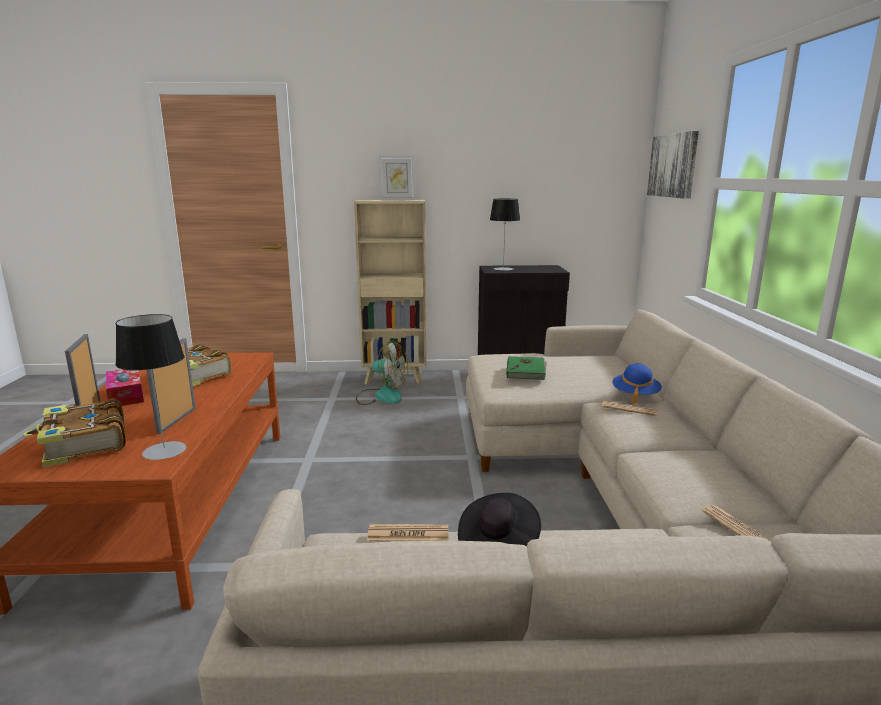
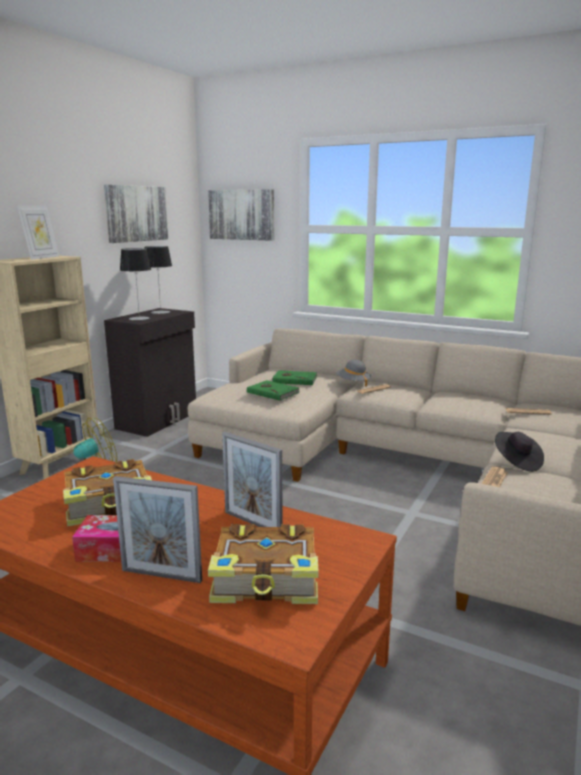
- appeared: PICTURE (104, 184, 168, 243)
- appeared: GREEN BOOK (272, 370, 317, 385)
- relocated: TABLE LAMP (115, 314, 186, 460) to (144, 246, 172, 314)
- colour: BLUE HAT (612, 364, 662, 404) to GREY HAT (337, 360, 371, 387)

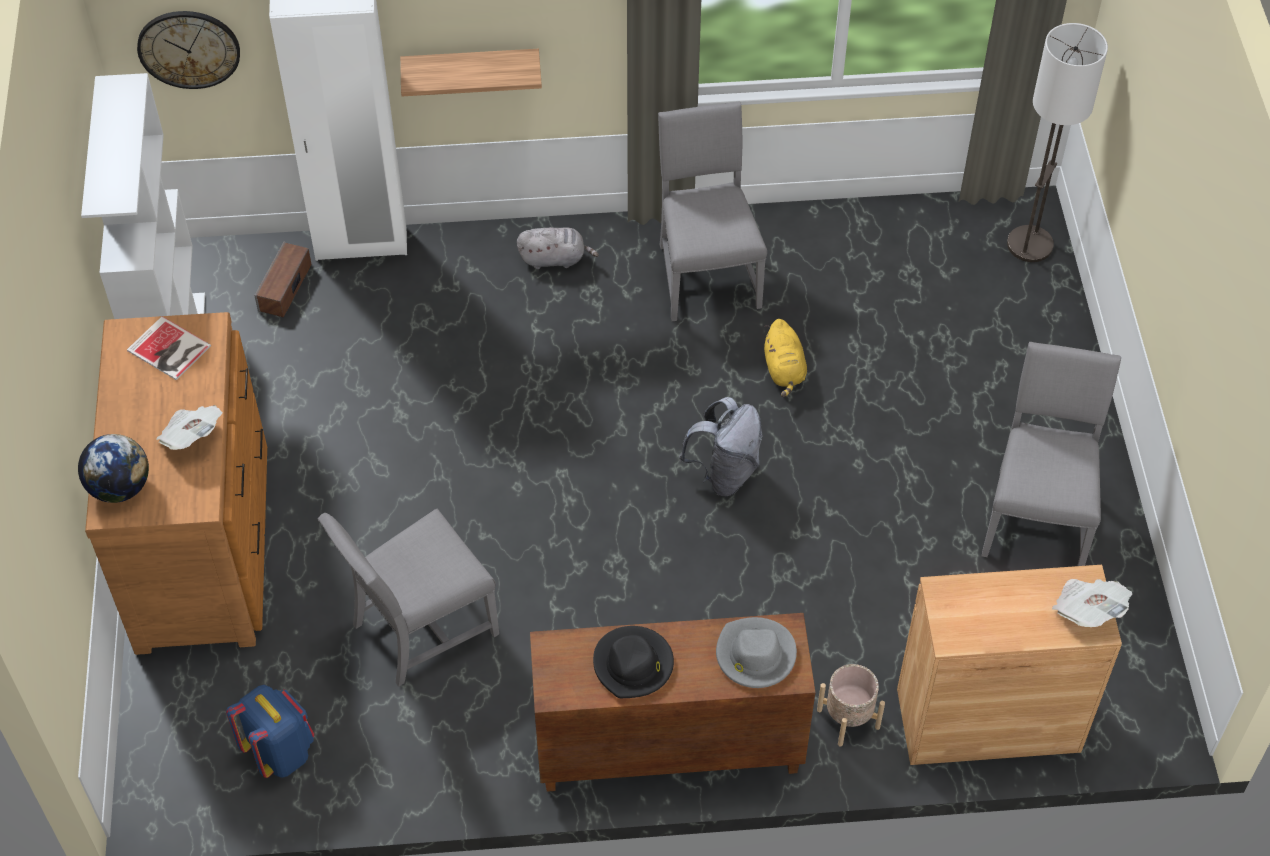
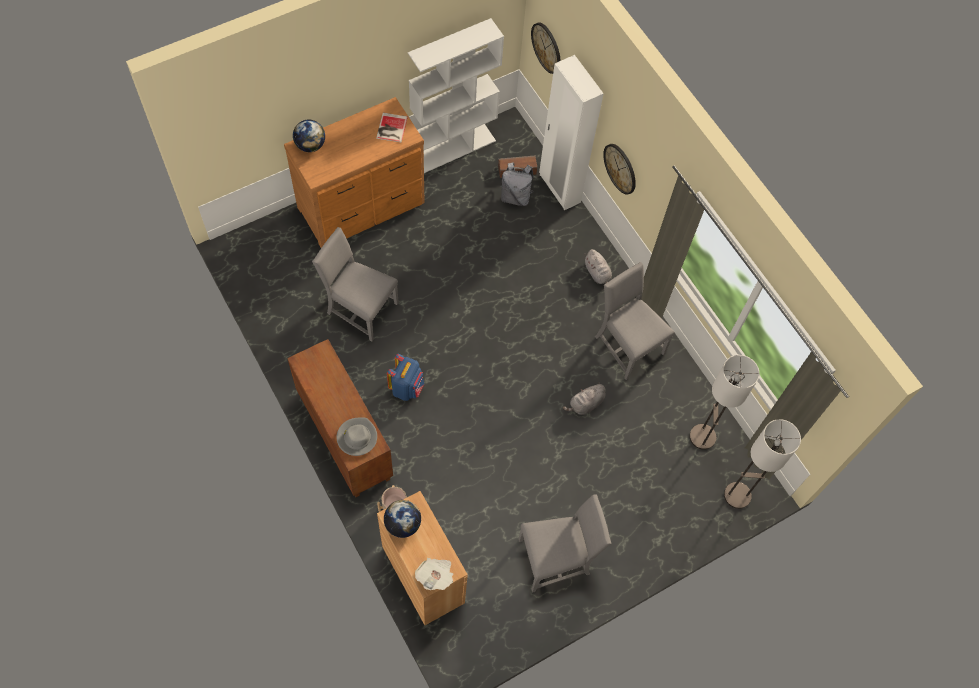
- missing: NEWSPAPER (156, 405, 223, 450)
- missing: BLACK HAT (593, 626, 674, 698)
- appeared: GLOBE (384, 500, 421, 538)
- appeared: FLOOR LAMP (689, 355, 759, 450)
- relocated: BLUE BACKPACK (226, 685, 314, 778) to (387, 354, 424, 401)
- relocated: GREY BACKPACK (679, 397, 762, 497) to (500, 162, 534, 206)
- exchanged: SHELF (400, 49, 542, 96) to WALL CLOCK (603, 144, 636, 195)
- colour: YELLOW PLUSH TOY (764, 319, 807, 397) to GREY PLUSH TOY (562, 382, 605, 415)
- spun: GREY CHAIR (658, 101, 767, 321) = (595, 262, 675, 380) 90 degrees counterclockwise

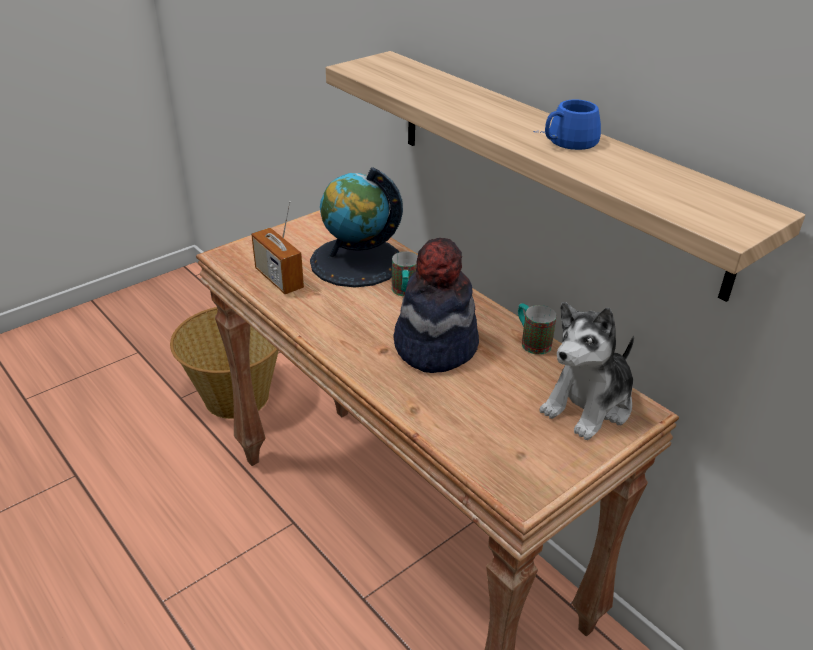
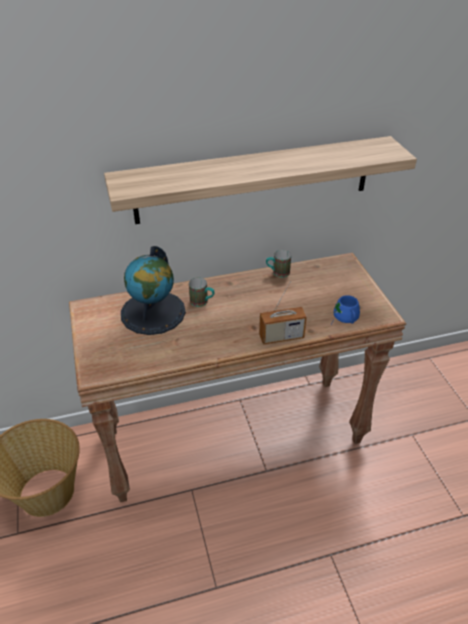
- missing: HAT (394, 238, 479, 373)
- missing: PLUSH TOY (539, 302, 634, 440)
- relocated: RADIO (251, 201, 304, 294) to (259, 281, 307, 345)
- relocated: BLUE MUG (535, 99, 601, 150) to (331, 295, 360, 324)

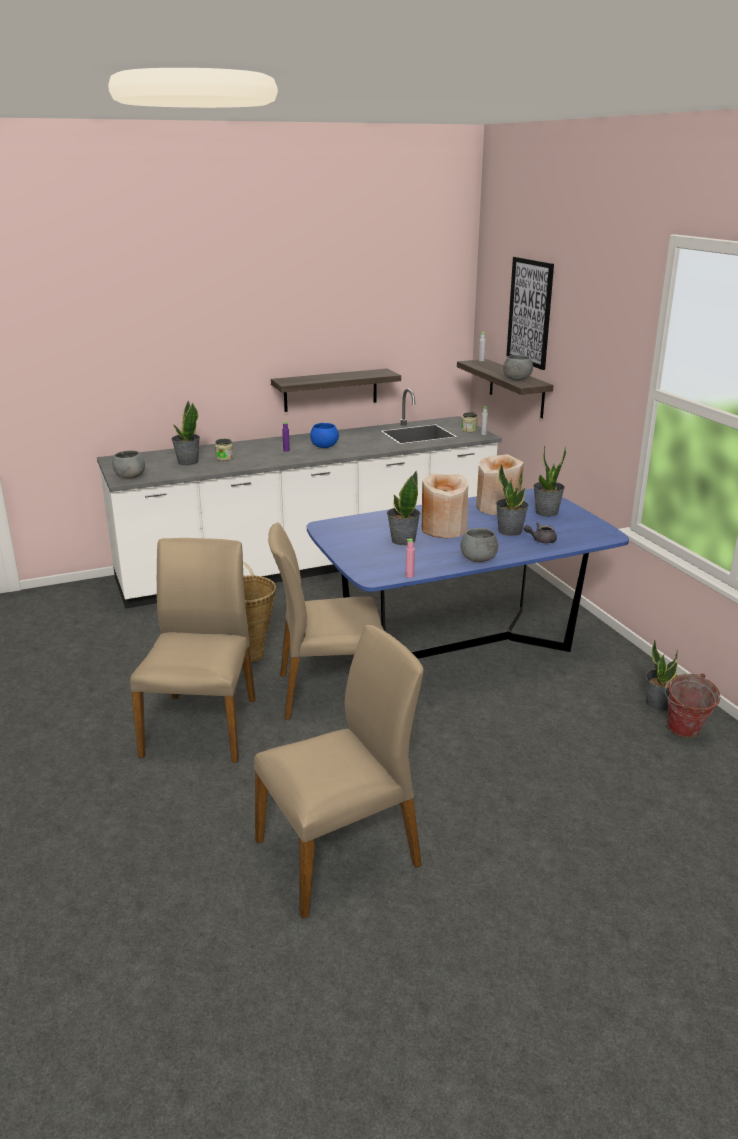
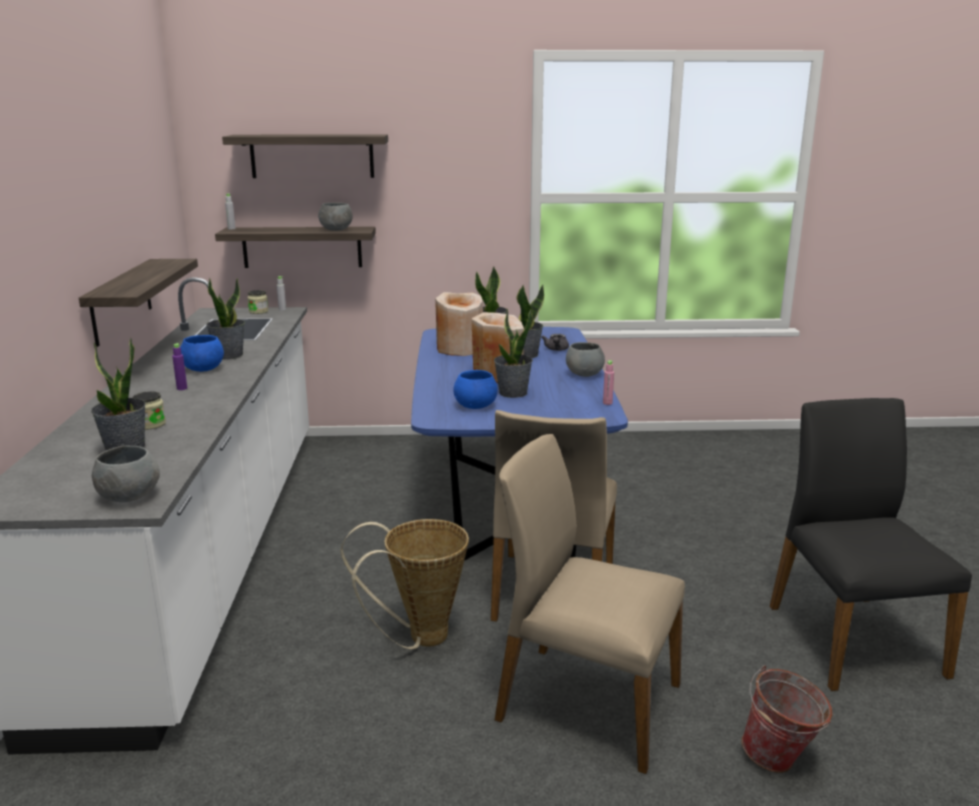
- appeared: BLUE BOWL (454, 370, 497, 409)
- relocated: POTTED PLANT (645, 639, 678, 711) to (206, 278, 245, 360)
- relocated: BUCKET (664, 673, 721, 738) to (741, 665, 832, 773)
- exchanged: PICTURE (506, 257, 554, 370) to SHELF (222, 134, 388, 178)
- colour: BEIGE CHAIR (254, 625, 423, 919) to BLACK CHAIR (770, 398, 972, 691)

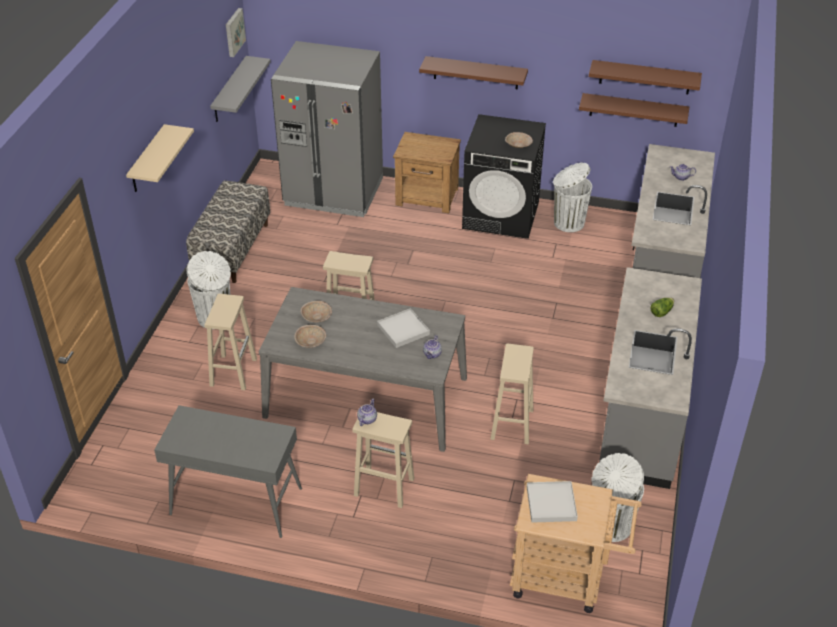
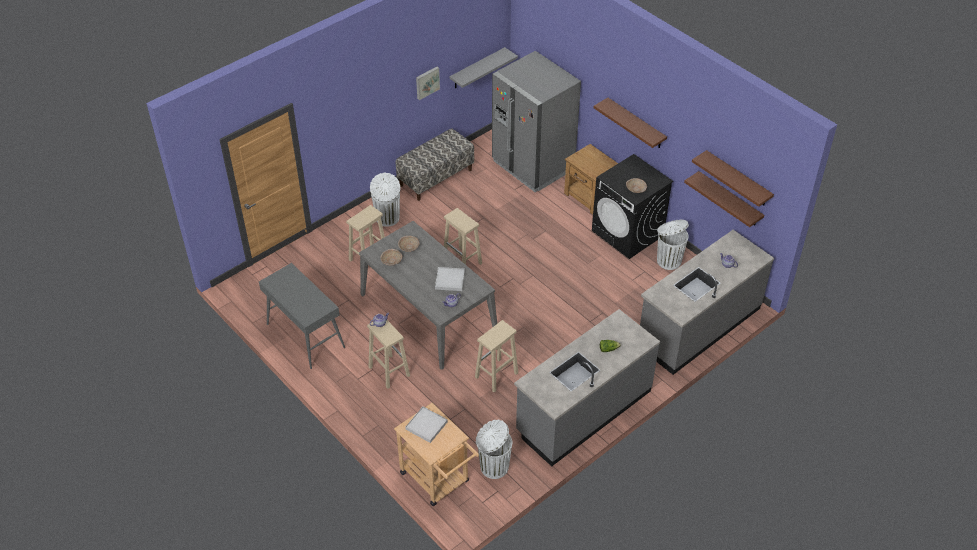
- missing: BEIGE SHELF (126, 124, 194, 192)
- relocated: PICTURE (226, 8, 246, 57) to (416, 67, 440, 100)

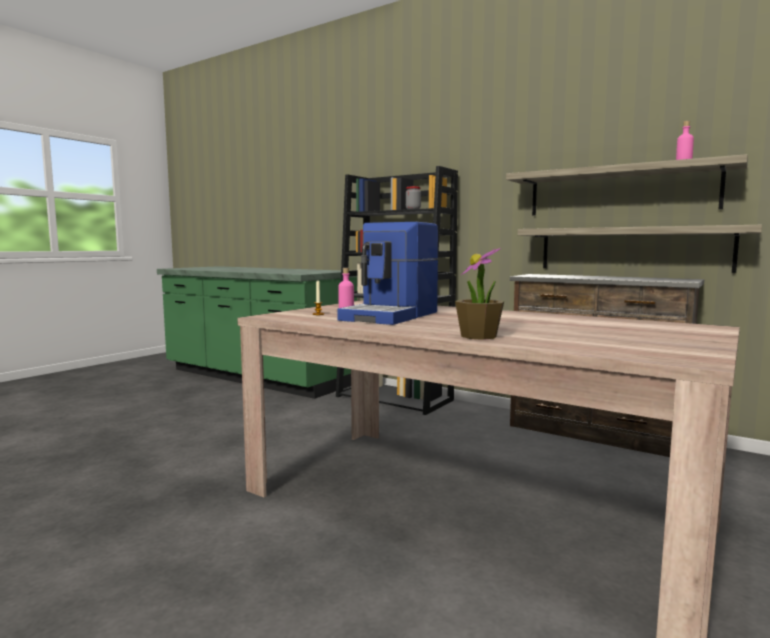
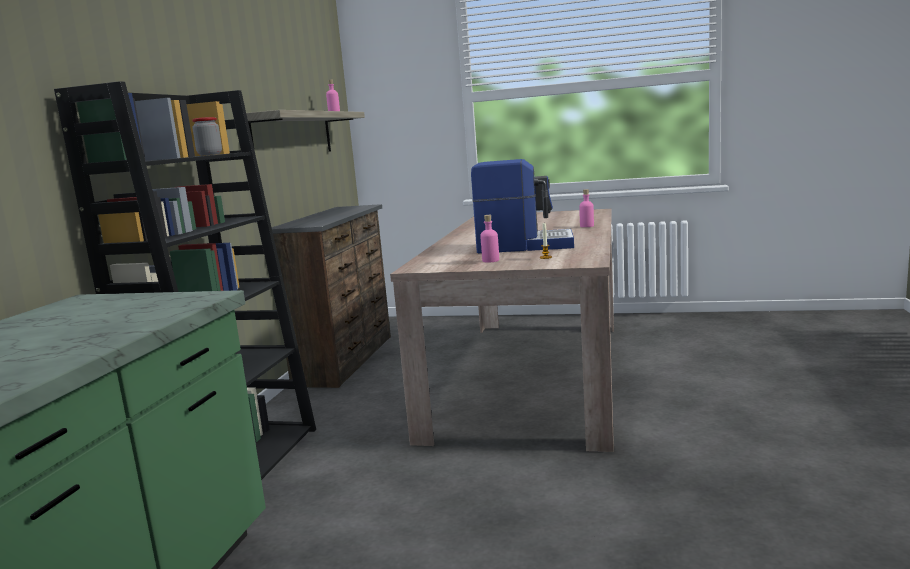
- missing: SHELF (517, 225, 762, 273)
- exchanged: POTTED PLANT (455, 247, 504, 340) to PINK BOTTLE (579, 189, 594, 227)

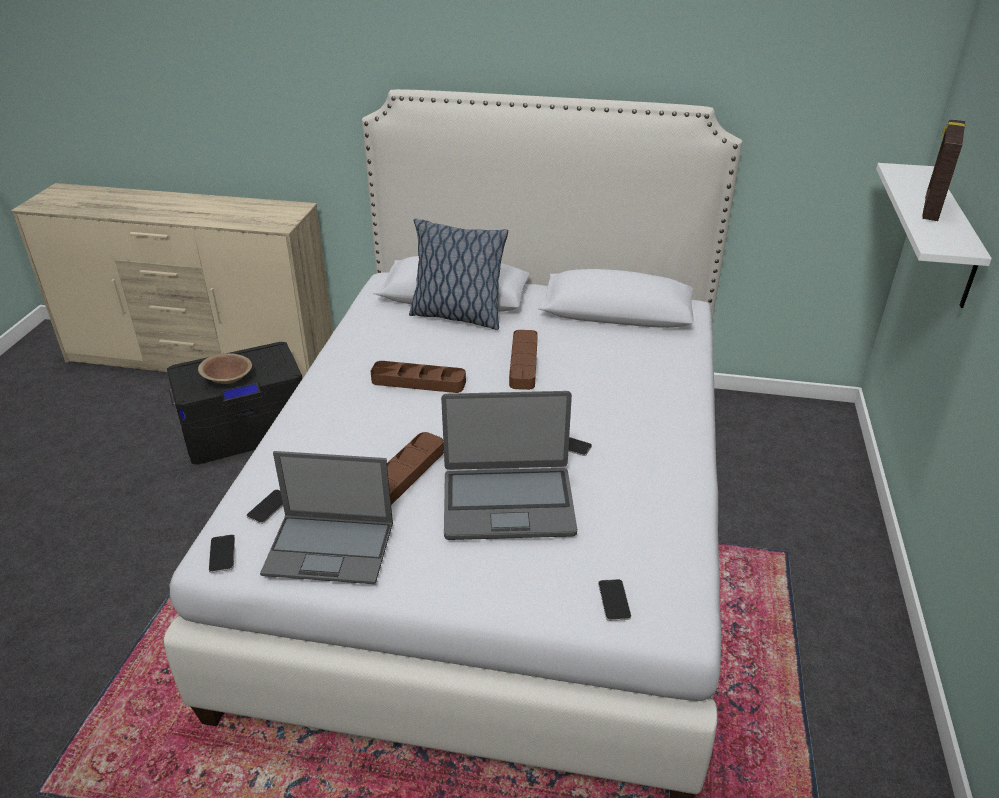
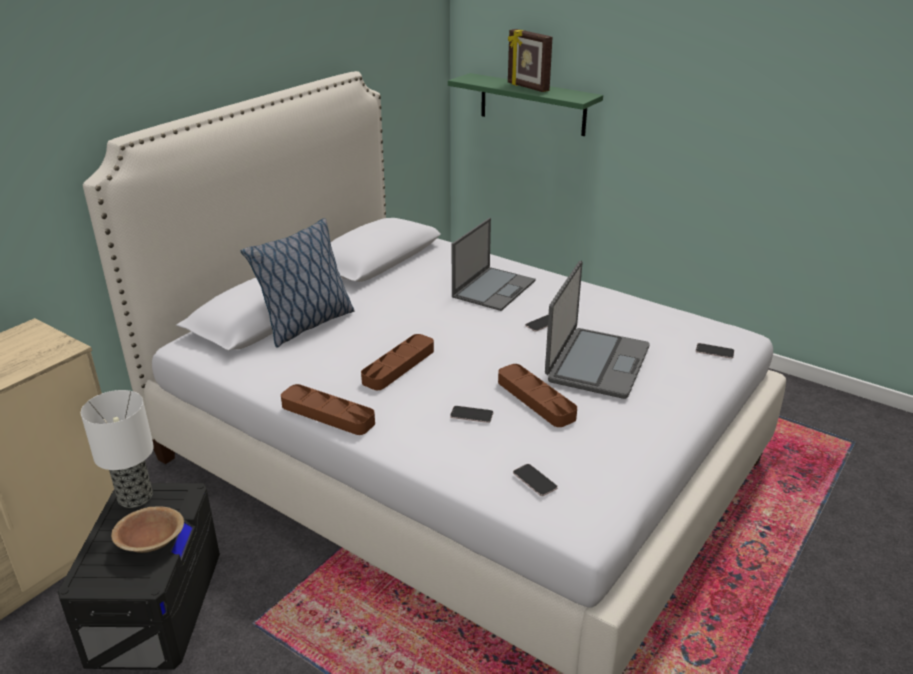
- appeared: TABLE LAMP (81, 390, 154, 508)
- relocated: PHONE (209, 534, 235, 573) to (450, 406, 493, 423)
- relocated: LAPTOP (260, 451, 393, 584) to (452, 218, 536, 311)
- relocated: BROWN TRAY (509, 330, 538, 390) to (281, 384, 375, 435)
- colour: WHITE SHELF (876, 163, 992, 308) to GREEN SHELF (448, 73, 603, 136)

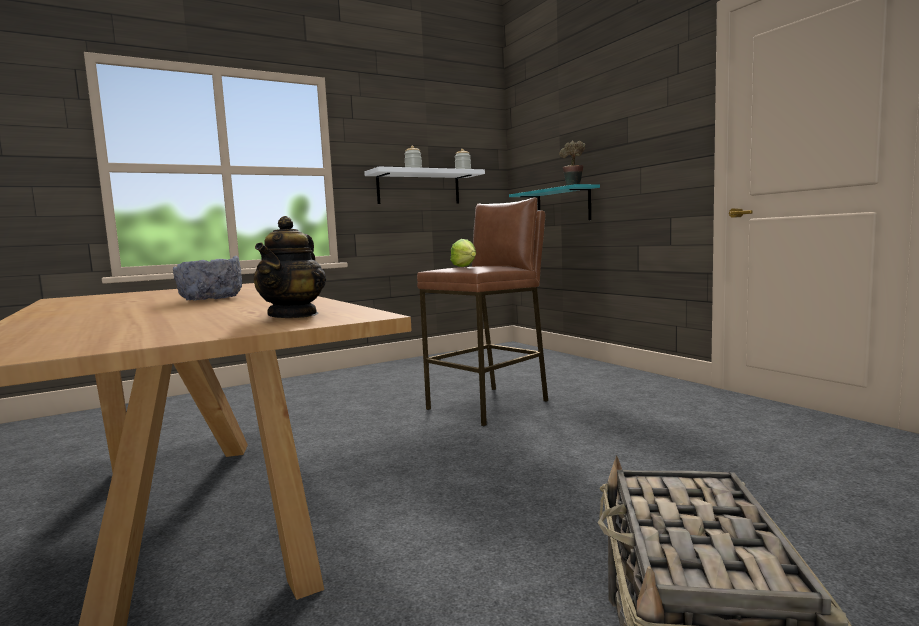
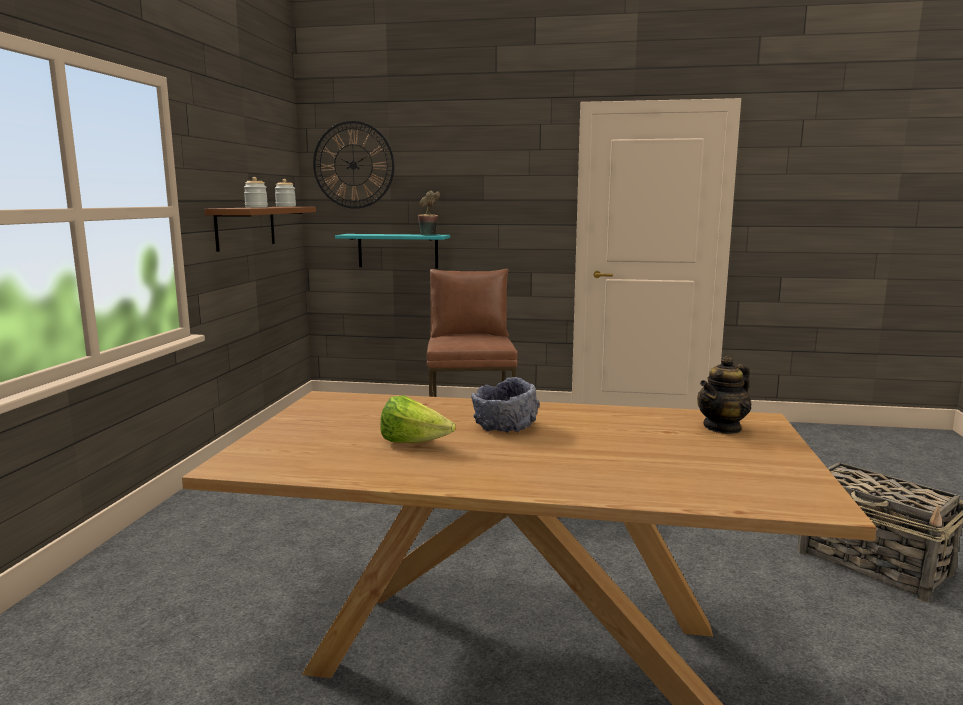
- appeared: WALL CLOCK (313, 121, 394, 209)
- relocated: LETTUCE (450, 239, 476, 267) to (380, 396, 456, 443)
- colour: WHITE SHELF (364, 167, 485, 204) to BROWN SHELF (204, 207, 316, 252)
- spun: TEAPOT (253, 216, 326, 318) = (697, 356, 751, 434) 90 degrees clockwise

